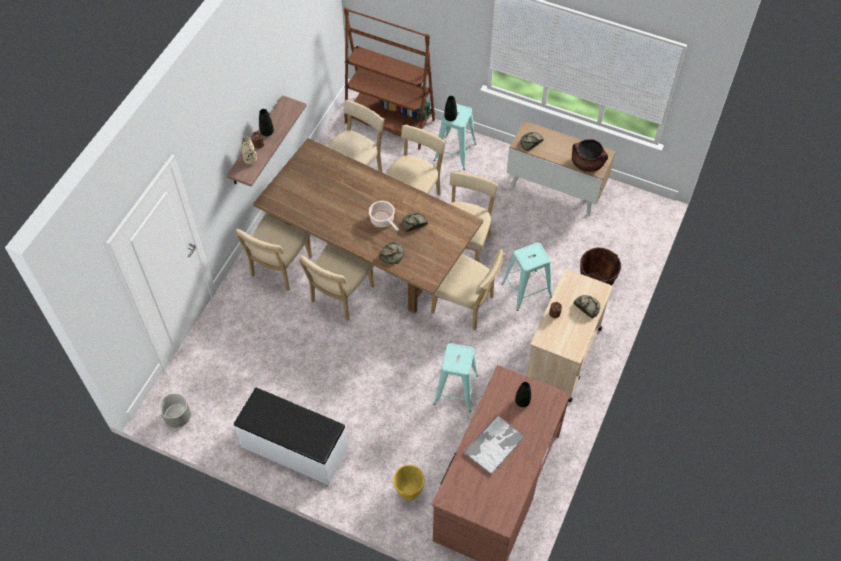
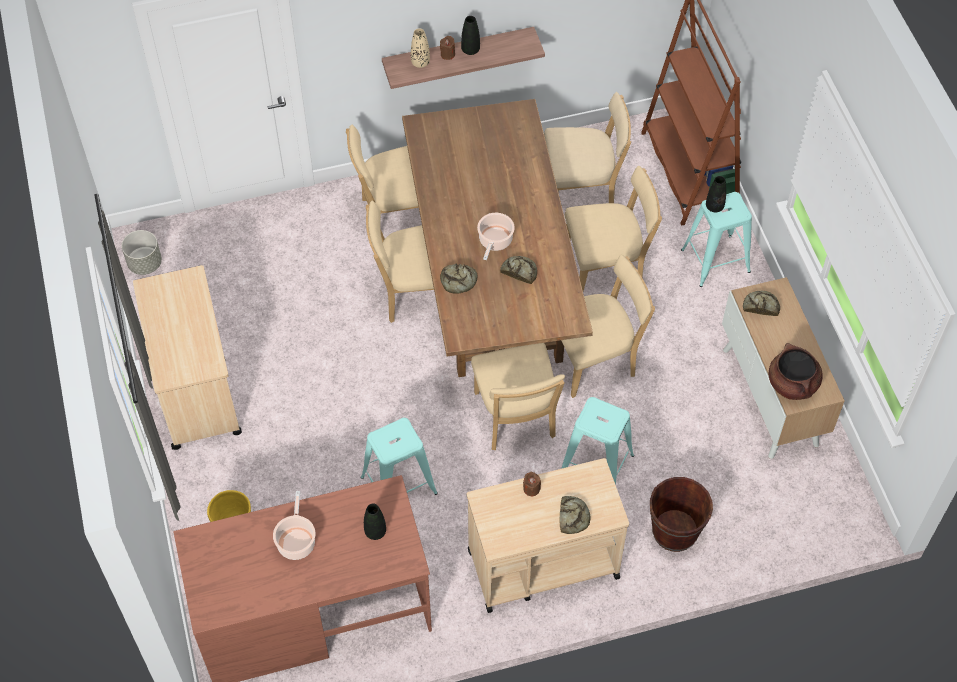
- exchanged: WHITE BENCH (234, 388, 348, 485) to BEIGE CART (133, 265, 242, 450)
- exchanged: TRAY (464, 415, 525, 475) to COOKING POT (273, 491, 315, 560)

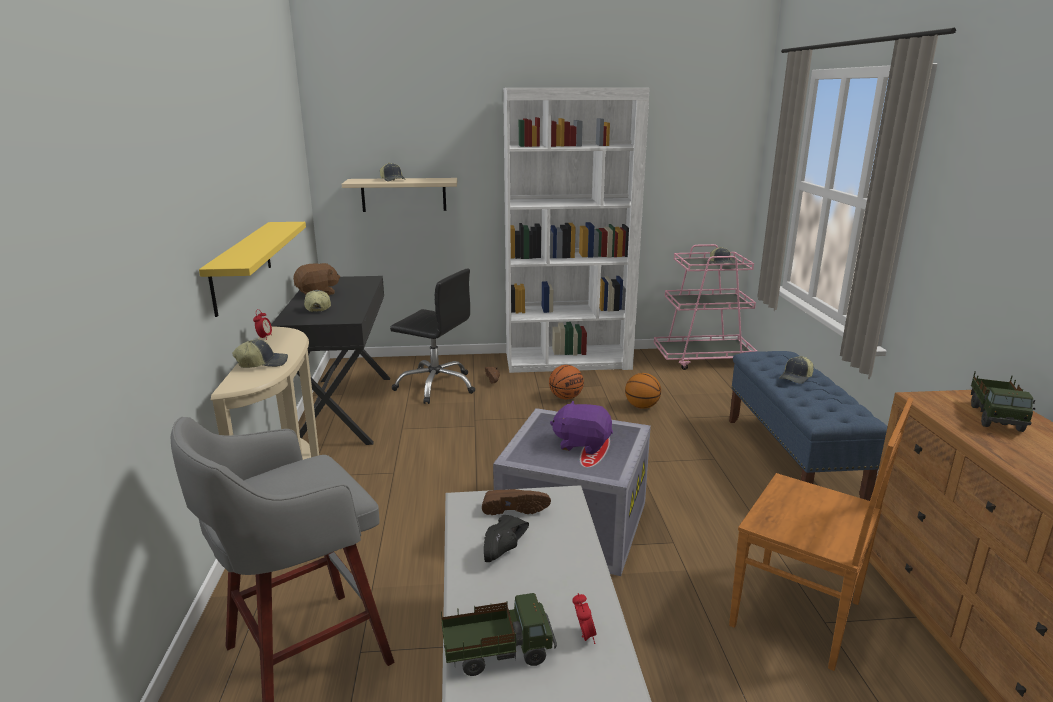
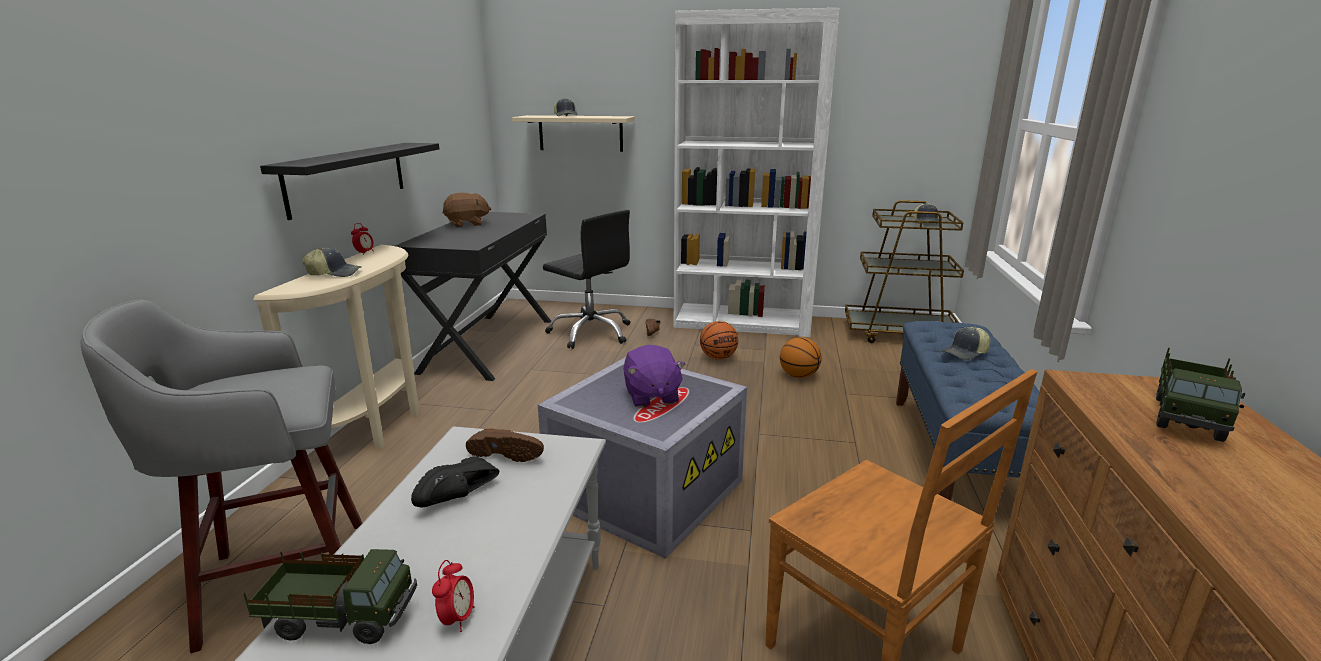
- missing: CAP (304, 290, 331, 312)
- colour: YELLOW SHELF (199, 222, 306, 317) to BLACK SHELF (260, 143, 439, 220)
- colour: PINK CART (654, 244, 757, 370) to BROWN CART (845, 200, 964, 343)
- spun: PURPLE PLUSH TOY (550, 400, 613, 454) = (623, 345, 686, 408) 135 degrees counterclockwise

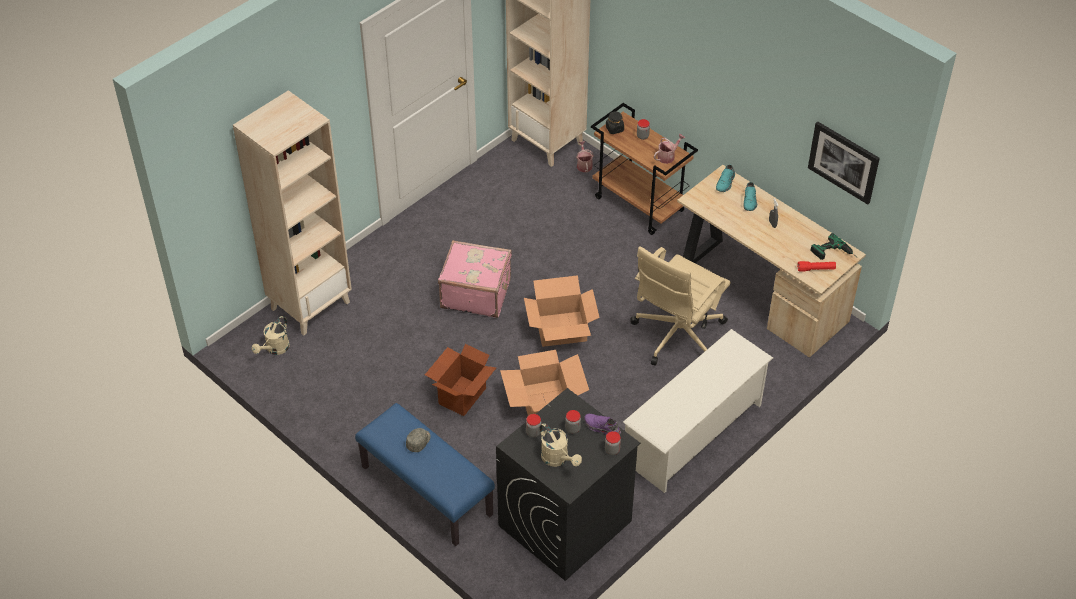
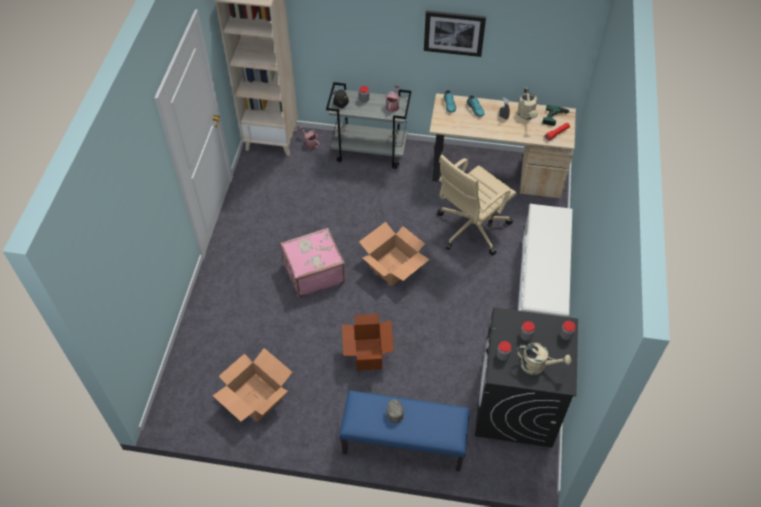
- missing: BEIGE BOOKCASE (233, 90, 352, 336)
- missing: PURPLE SHOE (584, 414, 621, 435)
- relocated: BEIGE WATERING CAN (252, 316, 290, 355) to (517, 88, 538, 120)
- relocated: CARDBOARD BOX (500, 350, 589, 416) to (213, 348, 292, 422)
- relocated: PICTURE (808, 121, 880, 205) to (424, 10, 486, 57)
- colour: BROWN CART (591, 103, 698, 235) to GREY CART (326, 82, 412, 169)
- spun: BEIGE OFFICE CHAIR (630, 246, 731, 366) = (437, 155, 517, 256) 45 degrees clockwise

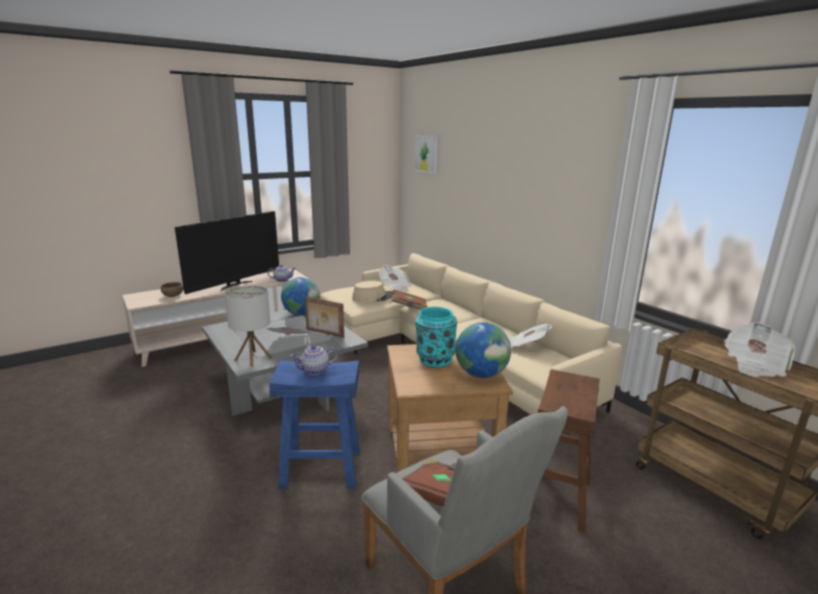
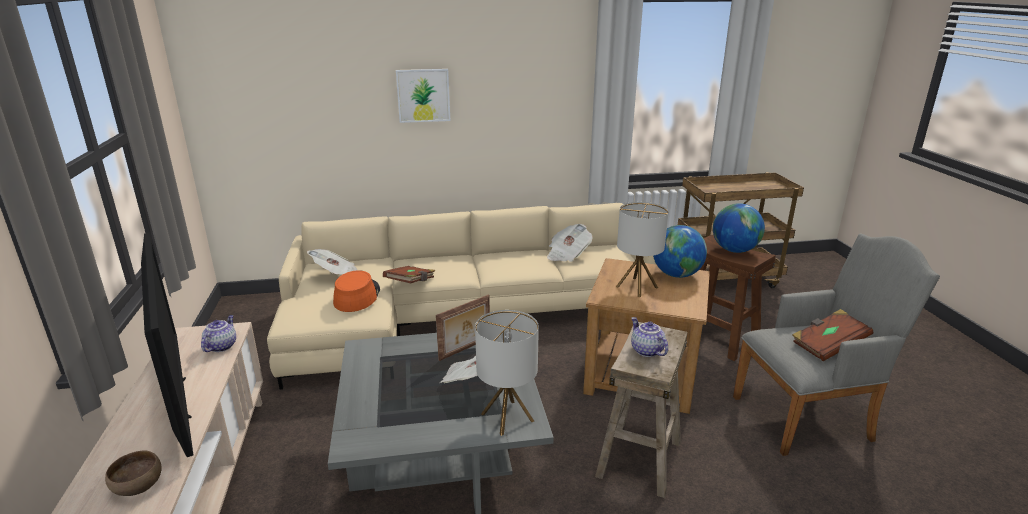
- missing: NEWSPAPER (724, 322, 796, 377)
- relocated: GLOBE (281, 277, 320, 315) to (713, 203, 765, 253)
- relocated: PICTURE (414, 136, 437, 174) to (396, 69, 450, 123)
- exchanged: TURQUOISE VASE (415, 307, 457, 367) to TABLE LAMP (616, 202, 669, 297)
- colour: BLUE STOOL (269, 360, 360, 489) to BEIGE STOOL (595, 322, 687, 498)
- colour: BEIGE HAT (352, 281, 392, 302) to ORANGE HAT (333, 270, 380, 312)
- spun: TEAPOT (290, 345, 338, 375) = (631, 317, 668, 357) 150 degrees clockwise

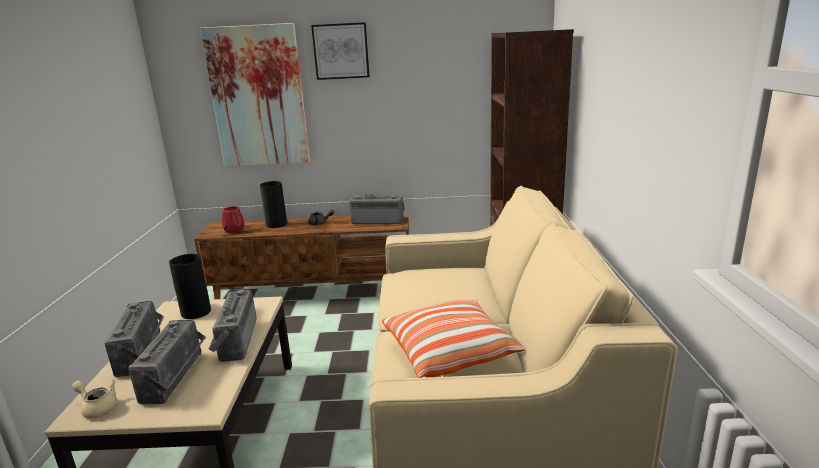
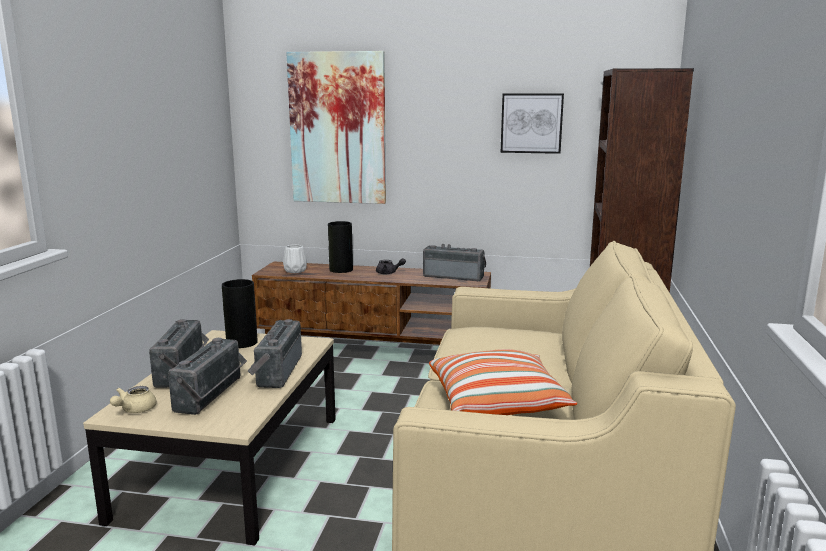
- relocated: PICTURE (311, 22, 370, 80) to (501, 93, 564, 154)
- colour: RED VASE (222, 206, 245, 233) to WHITE VASE (283, 245, 307, 273)
- spun: BEIGE TEAPOT (72, 380, 118, 419) = (110, 386, 157, 413) 105 degrees counterclockwise

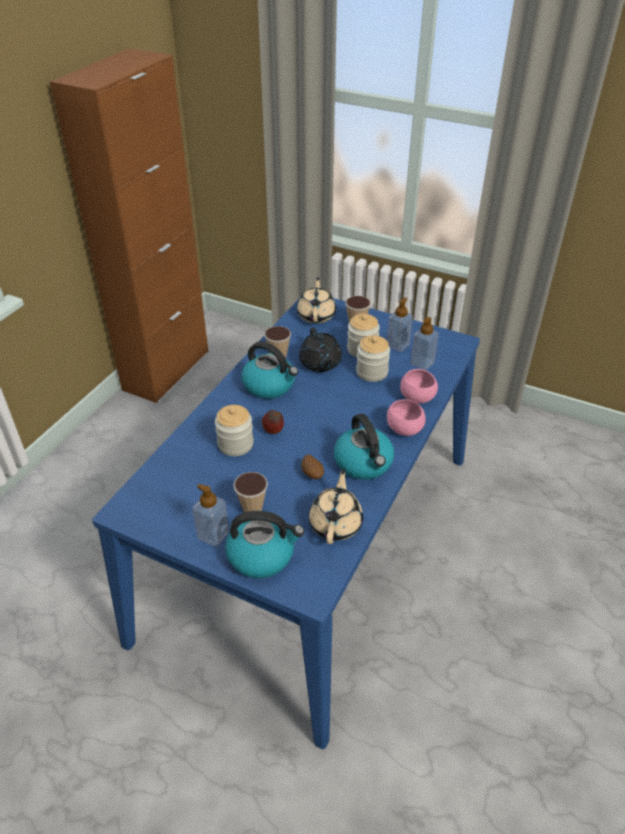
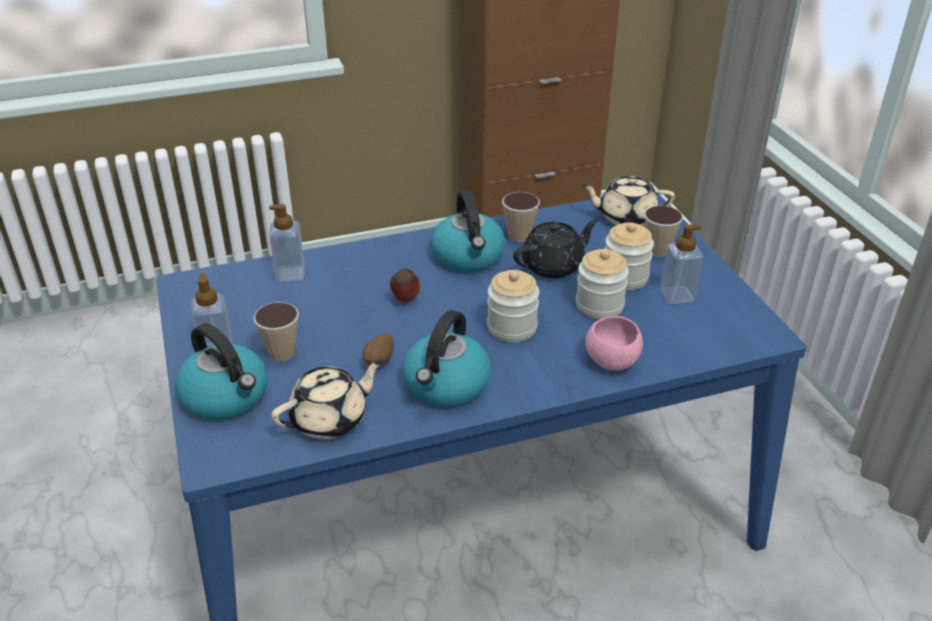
- missing: PINK BOWL (387, 399, 426, 436)
- relocated: JAR (215, 405, 254, 456) to (487, 270, 539, 342)
- relocated: SOAP DISPENSER (411, 317, 439, 370) to (269, 204, 305, 282)
- spun: BEIGE TEAPOT (297, 277, 336, 324) = (581, 176, 675, 226) 135 degrees counterclockwise
- spun: BLACK TEAPOT (299, 328, 342, 372) = (513, 219, 599, 278) 150 degrees counterclockwise

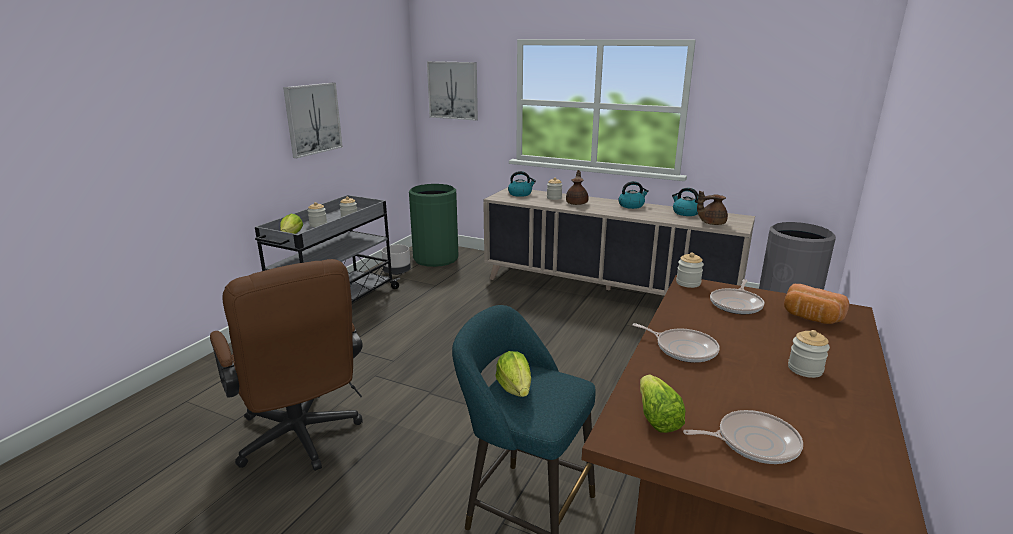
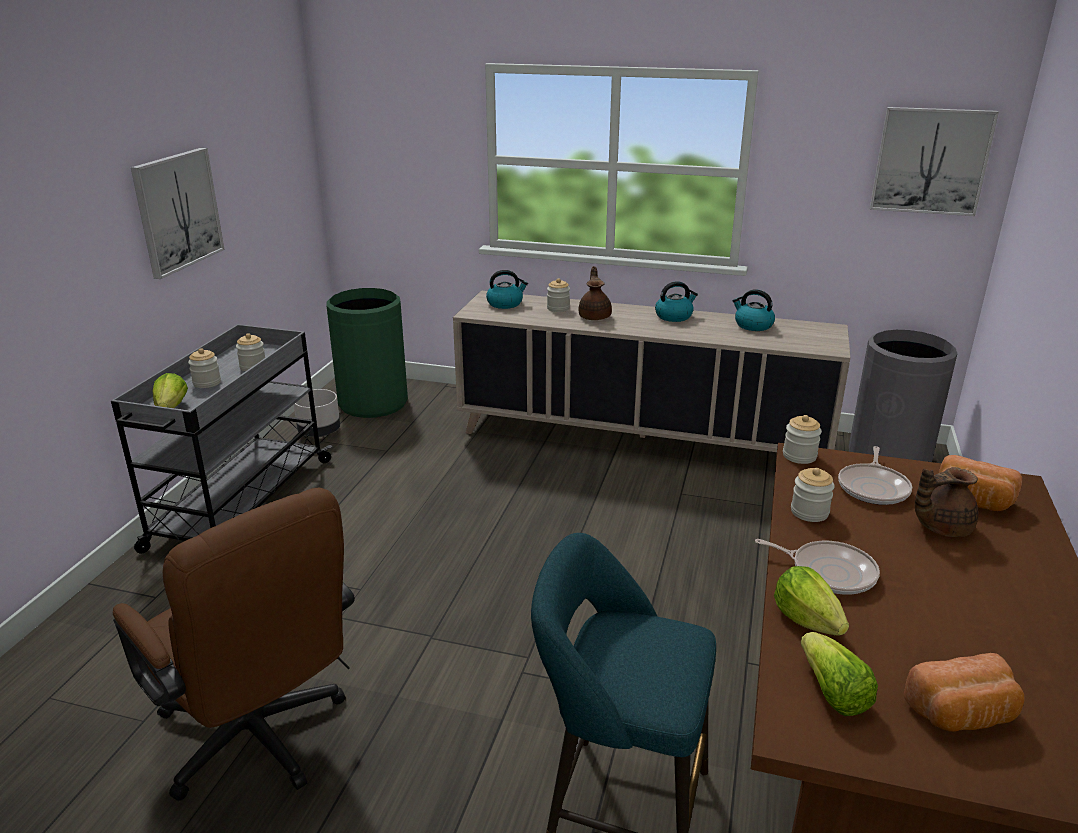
- relocated: PICTURE (427, 61, 478, 121) to (870, 107, 999, 216)
- relocated: LETTUCE (496, 351, 531, 397) to (774, 566, 849, 636)
- relocated: BROWN TEAPOT (697, 191, 728, 225) to (915, 467, 979, 537)
- relocated: JAR (788, 330, 830, 378) to (791, 468, 835, 522)
- exchanged: FRYING PAN (683, 410, 803, 464) to BREAD (904, 653, 1025, 732)

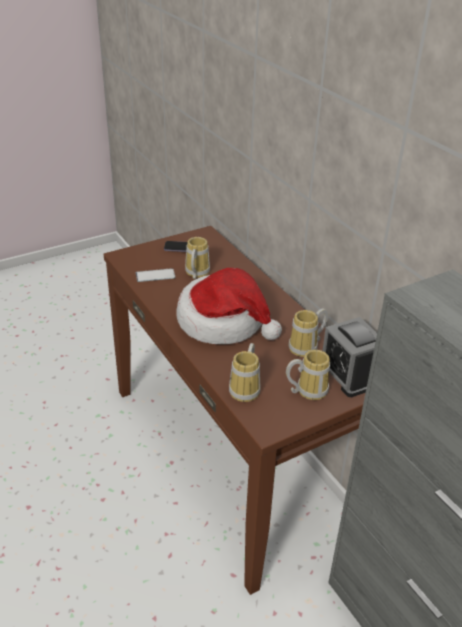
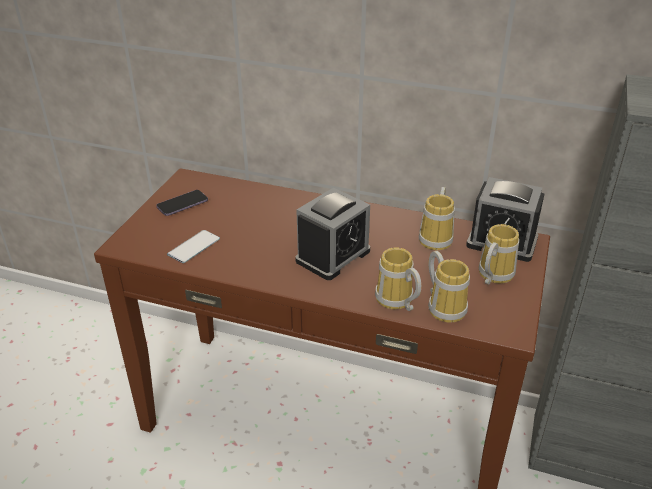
- relocated: MUG (185, 237, 210, 279) to (375, 247, 421, 311)
- exchanged: HAT (176, 268, 282, 345) to ALARM CLOCK (295, 188, 370, 280)

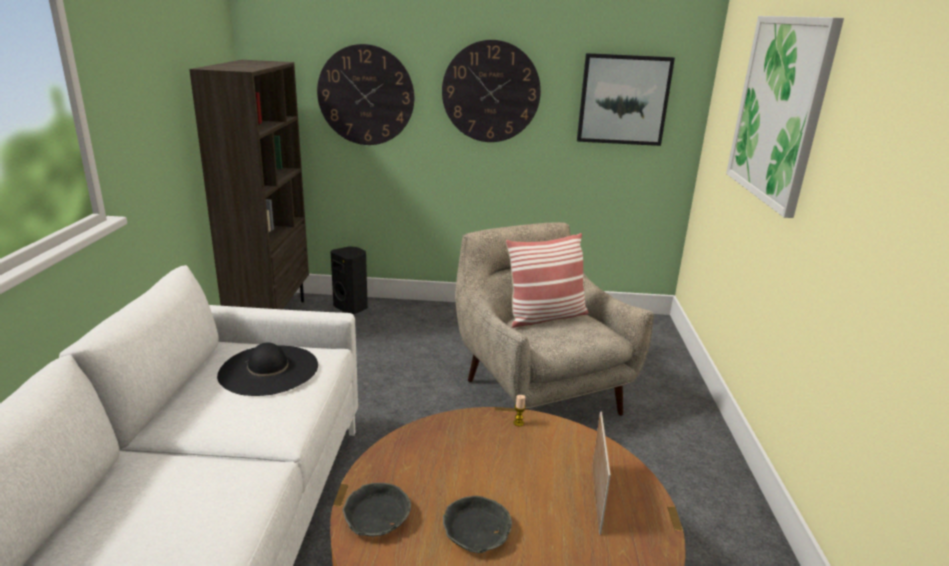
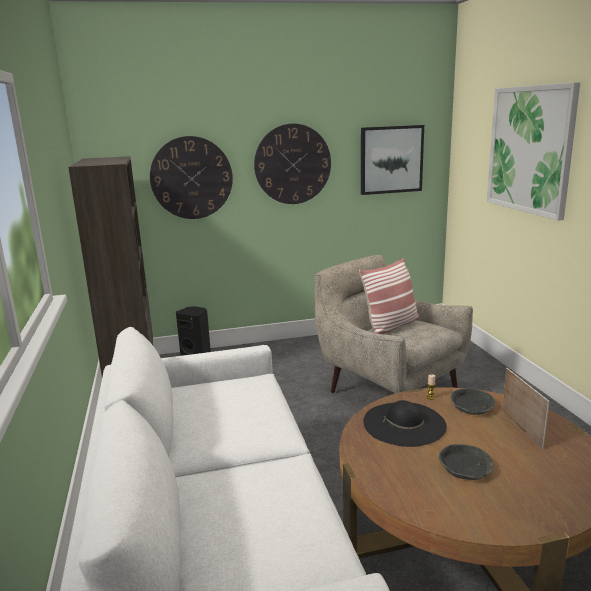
- relocated: BLACK HAT (217, 343, 318, 396) to (363, 400, 447, 447)
- relocated: GREY BOWL (343, 483, 411, 536) to (450, 388, 496, 415)

